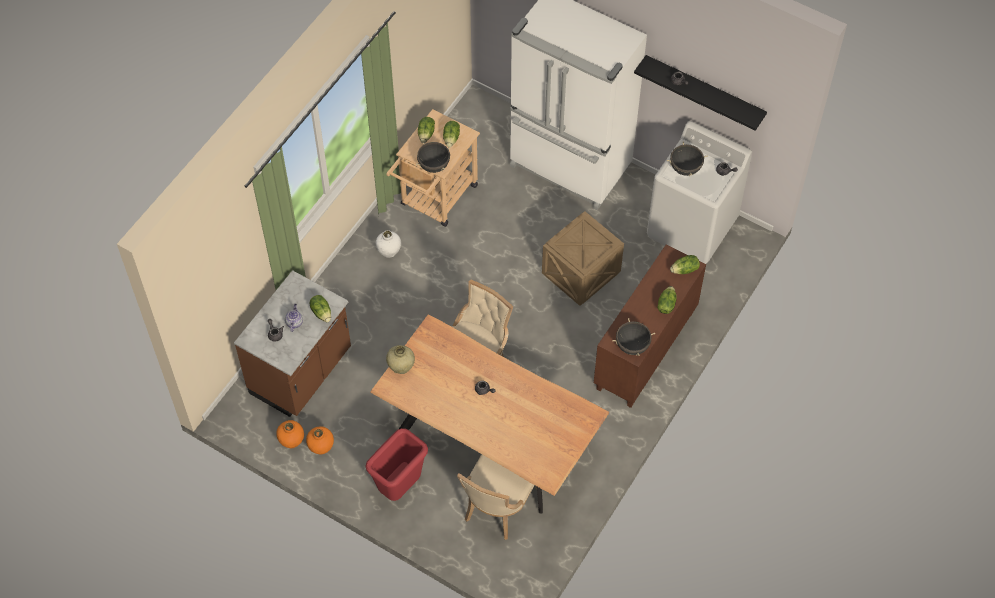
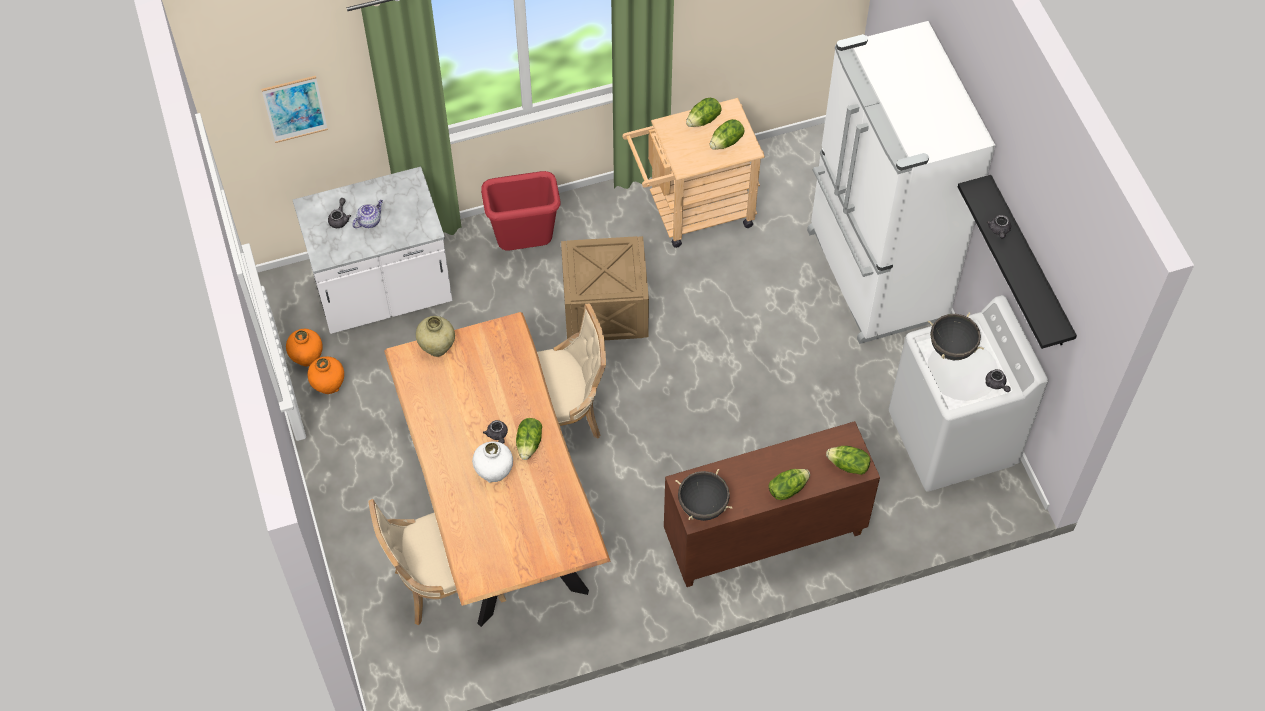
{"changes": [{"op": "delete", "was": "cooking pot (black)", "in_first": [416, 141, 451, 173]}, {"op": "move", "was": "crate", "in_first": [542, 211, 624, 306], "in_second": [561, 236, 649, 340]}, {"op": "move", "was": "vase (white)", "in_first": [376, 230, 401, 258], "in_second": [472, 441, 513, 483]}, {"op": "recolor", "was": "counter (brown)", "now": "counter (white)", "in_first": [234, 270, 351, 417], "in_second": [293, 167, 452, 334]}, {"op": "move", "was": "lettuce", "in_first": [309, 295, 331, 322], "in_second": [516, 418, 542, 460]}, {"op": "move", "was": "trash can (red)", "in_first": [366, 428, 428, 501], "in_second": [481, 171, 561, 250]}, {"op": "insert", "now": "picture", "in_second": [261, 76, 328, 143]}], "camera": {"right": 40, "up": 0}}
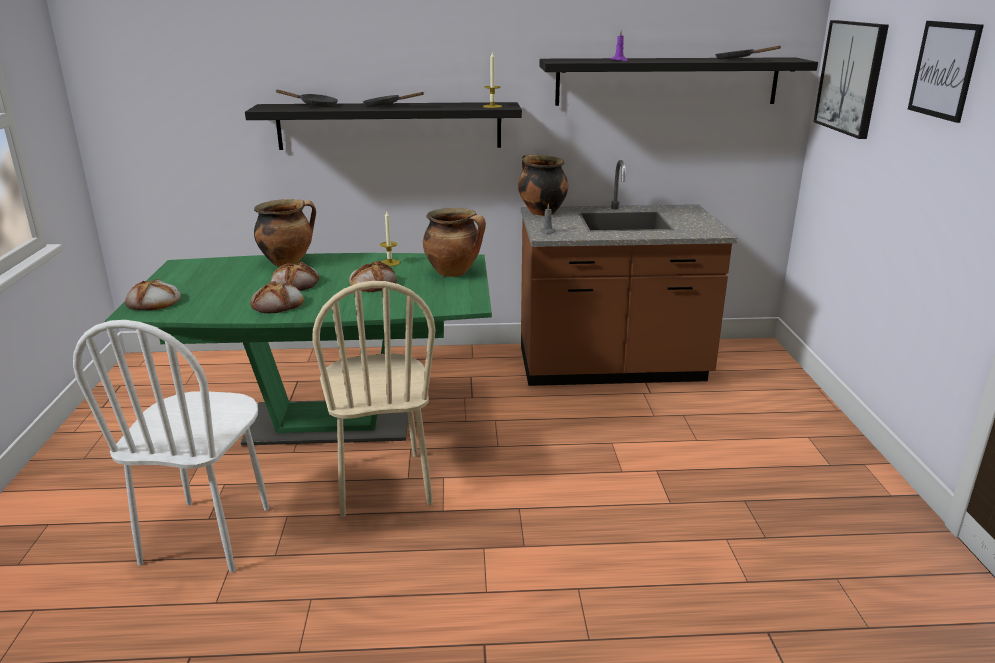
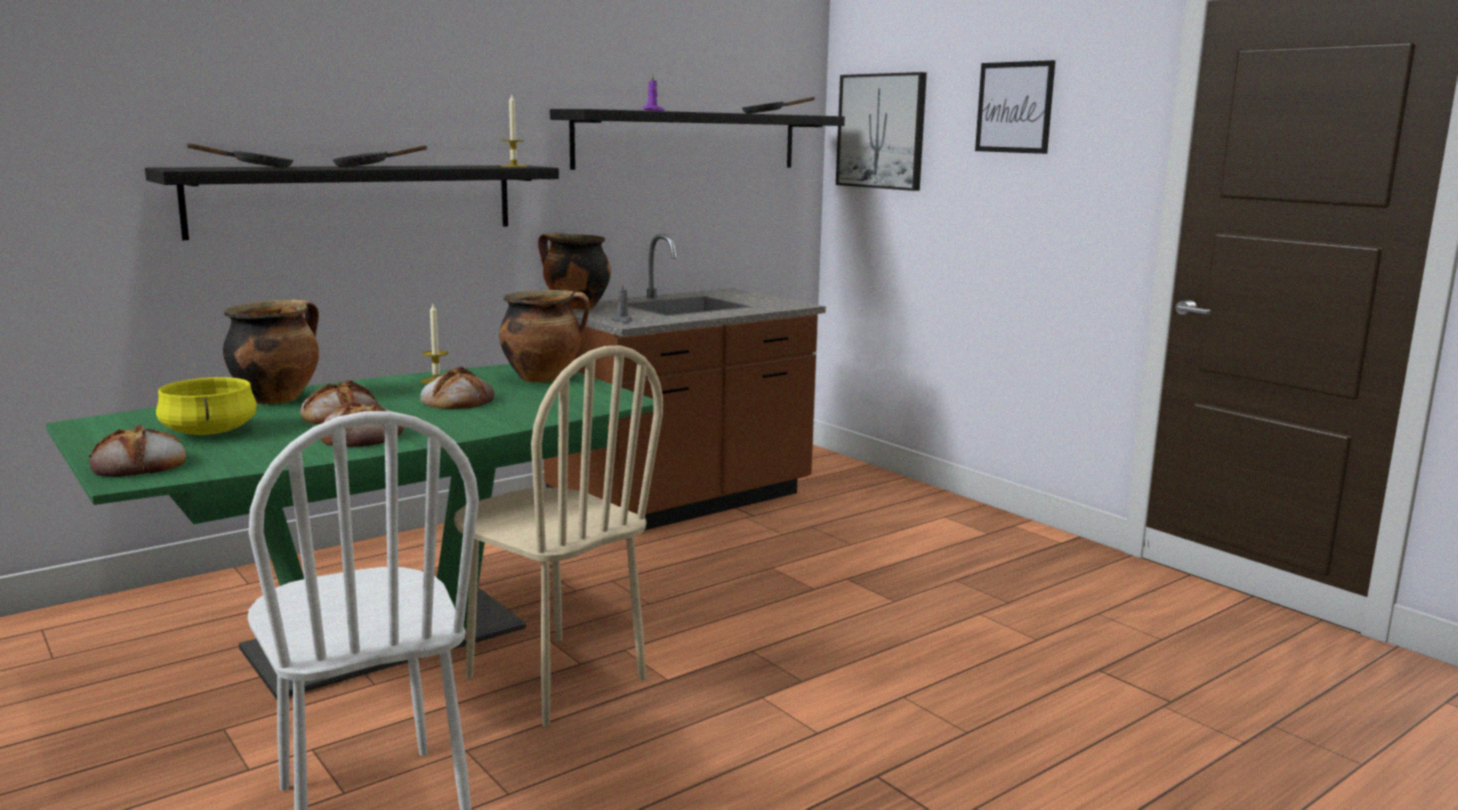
{"changes": [{"op": "insert", "now": "cooking pot (yellow)", "in_second": [156, 377, 257, 435]}], "camera": {"right": -35, "up": -10}}
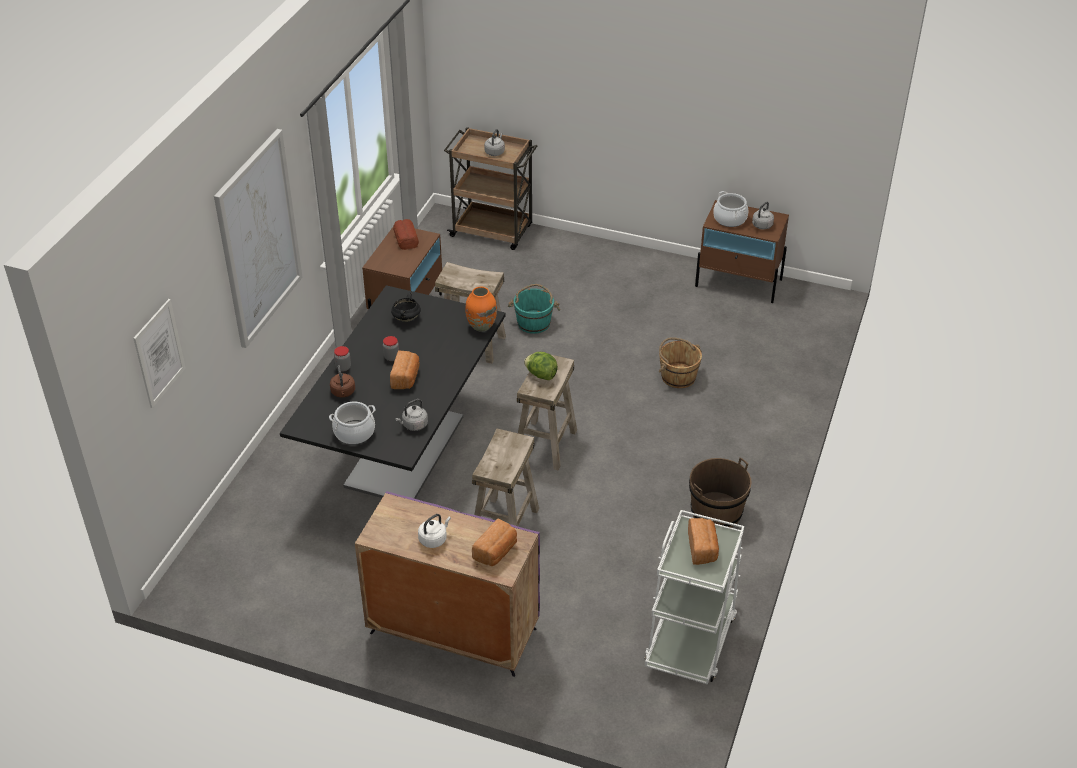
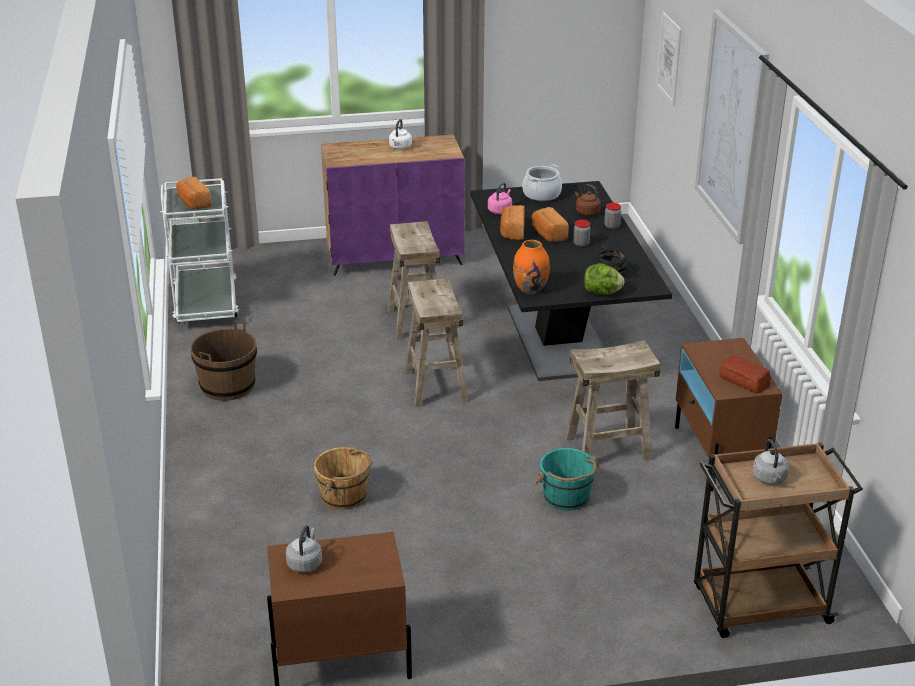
{"changes": [{"op": "delete", "was": "cooking pot", "in_first": [713, 191, 748, 227]}, {"op": "move", "was": "lettuce", "in_first": [524, 352, 558, 380], "in_second": [584, 264, 625, 295]}, {"op": "recolor", "was": "kettle (grey)", "now": "kettle (pink)", "in_first": [395, 399, 428, 431], "in_second": [488, 182, 512, 214]}, {"op": "move", "was": "bread", "in_first": [472, 518, 517, 566], "in_second": [500, 205, 525, 240]}], "camera": {"right": 150, "up": -10}}
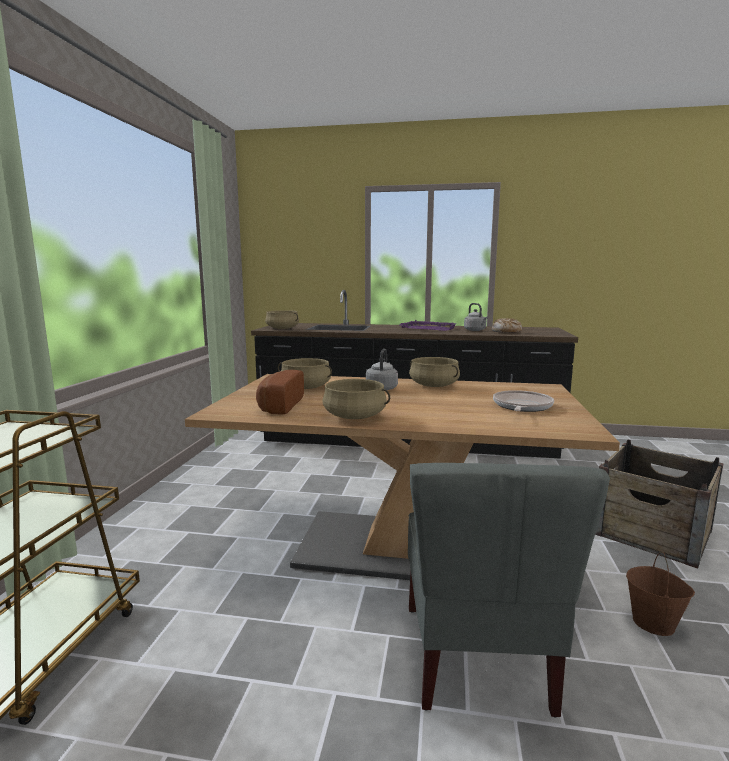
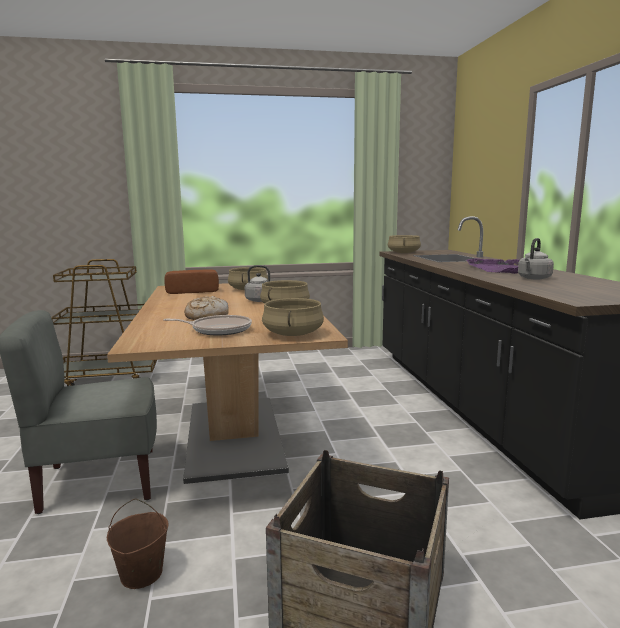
{"changes": [{"op": "move", "was": "bread", "in_first": [492, 318, 522, 333], "in_second": [184, 296, 229, 320]}, {"op": "move", "was": "cooking pot (beige)", "in_first": [322, 379, 390, 419], "in_second": [262, 298, 324, 336]}], "camera": {"right": 70, "up": 0}}
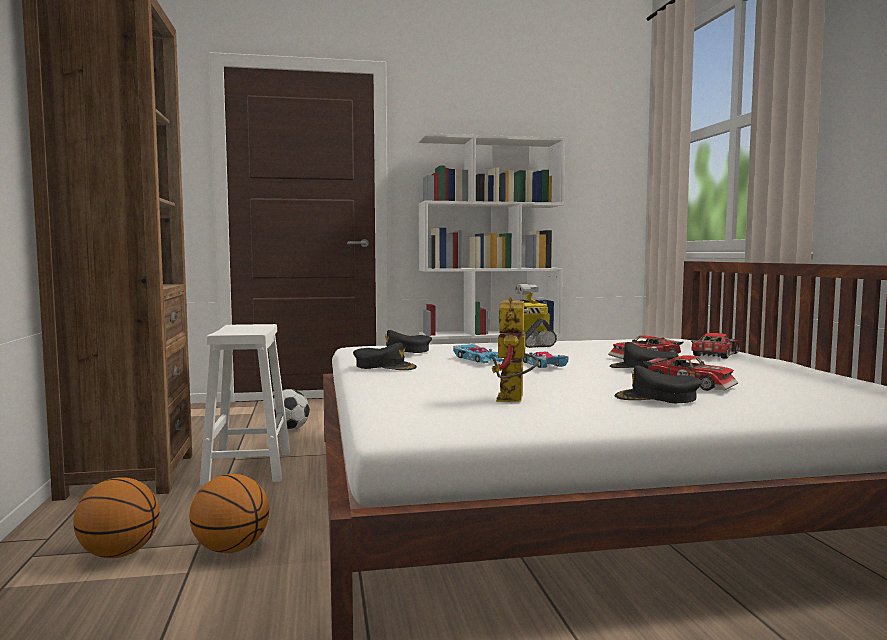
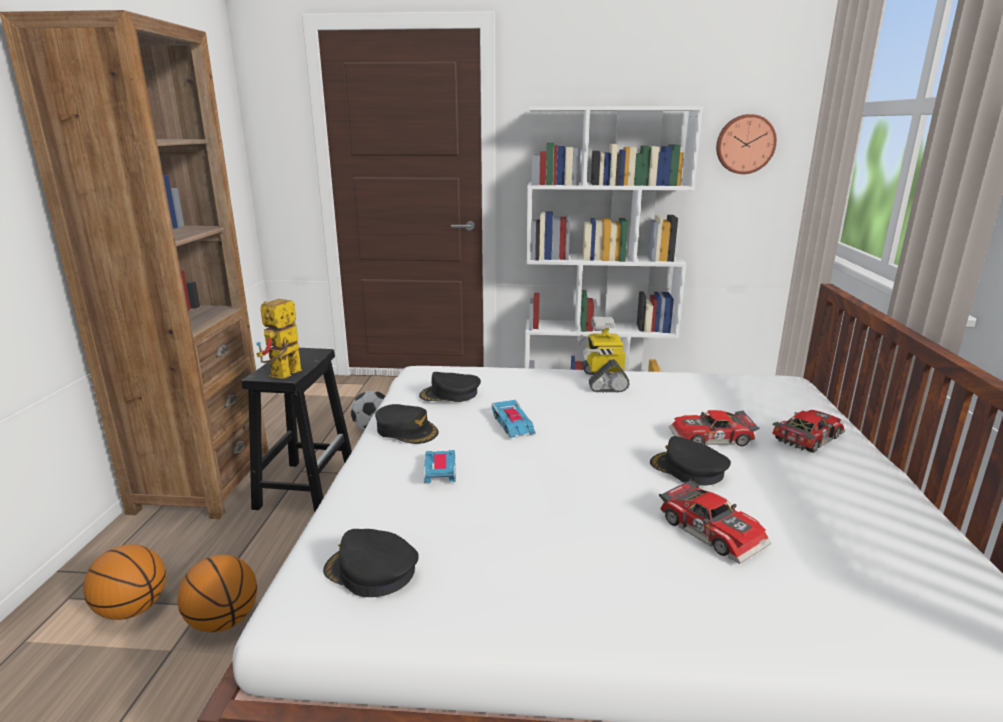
{"changes": [{"op": "move", "was": "toy robot", "in_first": [488, 297, 538, 402], "in_second": [256, 299, 302, 379]}, {"op": "recolor", "was": "stool (white)", "now": "stool (black)", "in_first": [200, 324, 290, 485], "in_second": [241, 348, 352, 513]}, {"op": "move", "was": "toy car", "in_first": [523, 352, 569, 368], "in_second": [424, 450, 456, 483]}, {"op": "move", "was": "cap (black)", "in_first": [615, 365, 702, 403], "in_second": [323, 529, 419, 597]}, {"op": "insert", "now": "wall clock", "in_second": [716, 114, 777, 174]}], "camera": {"right": 15, "up": 15}}
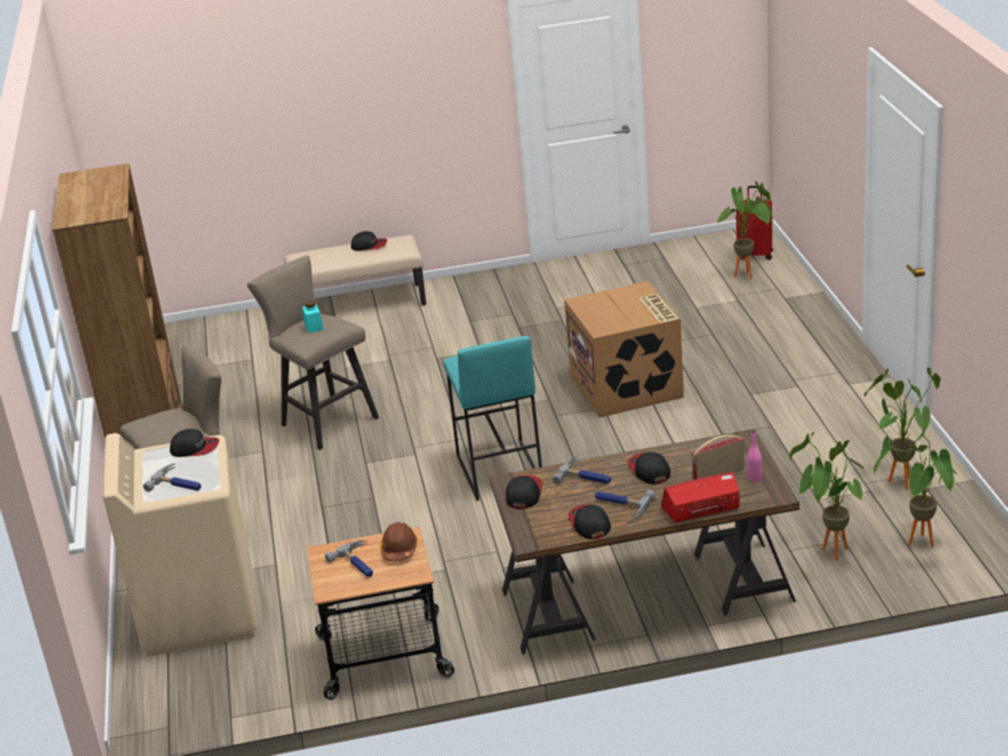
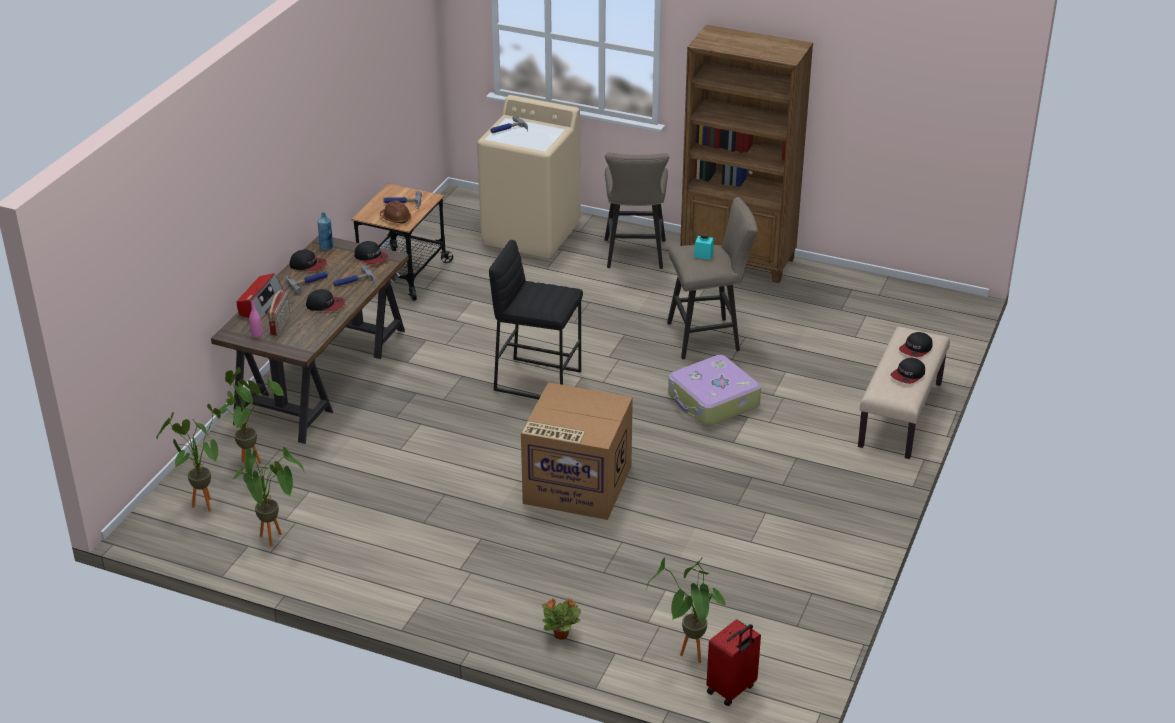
{"changes": [{"op": "recolor", "was": "stool (turquoise)", "now": "stool (black)", "in_first": [443, 336, 542, 501], "in_second": [489, 240, 583, 399]}, {"op": "move", "was": "cap", "in_first": [170, 429, 219, 457], "in_second": [899, 332, 933, 357]}, {"op": "insert", "now": "bottle (blue)", "in_second": [317, 212, 333, 251]}, {"op": "insert", "now": "suitcase", "in_second": [668, 355, 761, 426]}, {"op": "insert", "now": "potted plant", "in_second": [542, 598, 581, 640]}], "camera": {"right": 120, "up": 5}}
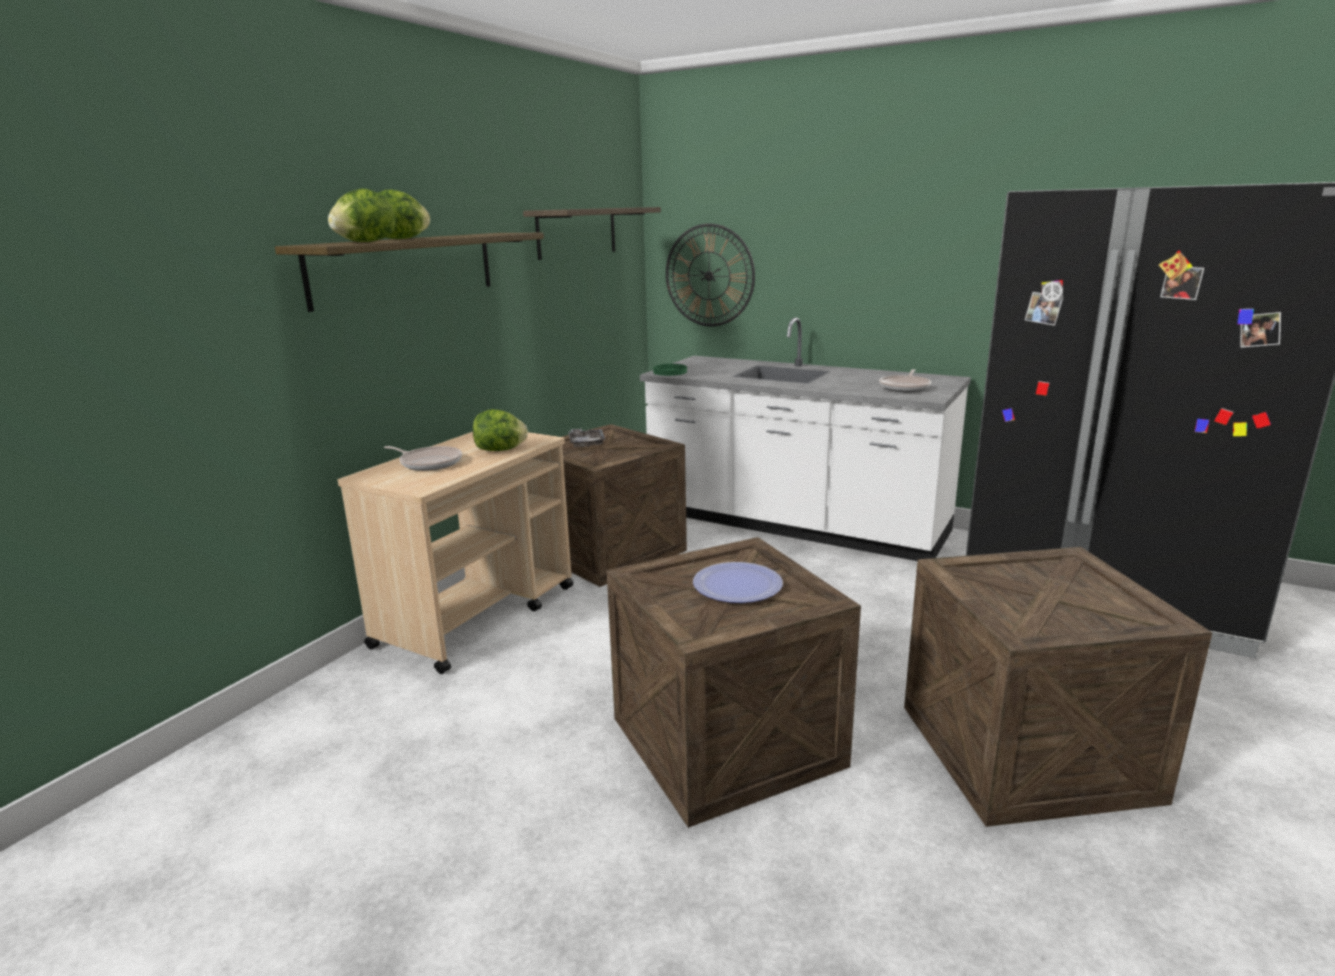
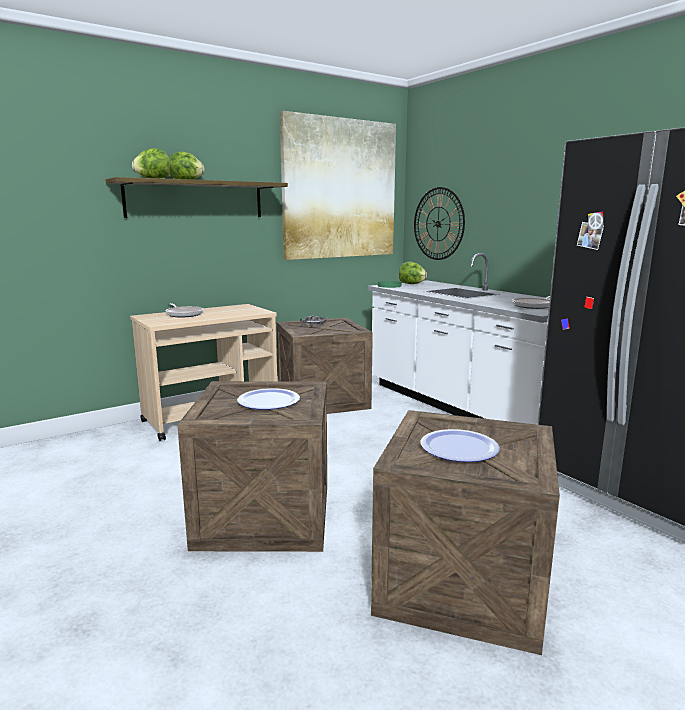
{"changes": [{"op": "replace", "was": "shelf", "now": "picture", "in_first": [523, 207, 661, 260], "in_second": [280, 111, 396, 260]}, {"op": "move", "was": "lettuce", "in_first": [473, 409, 528, 451], "in_second": [399, 262, 427, 284]}, {"op": "insert", "now": "plate", "in_second": [420, 429, 500, 462]}], "camera": {"right": 25, "up": -5}}
